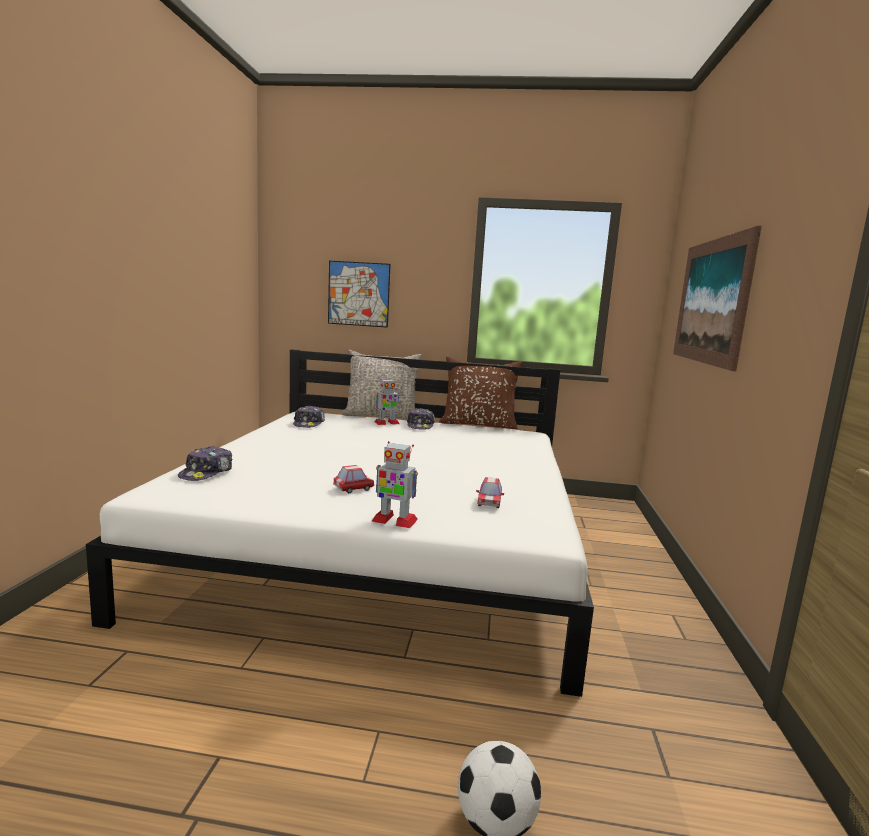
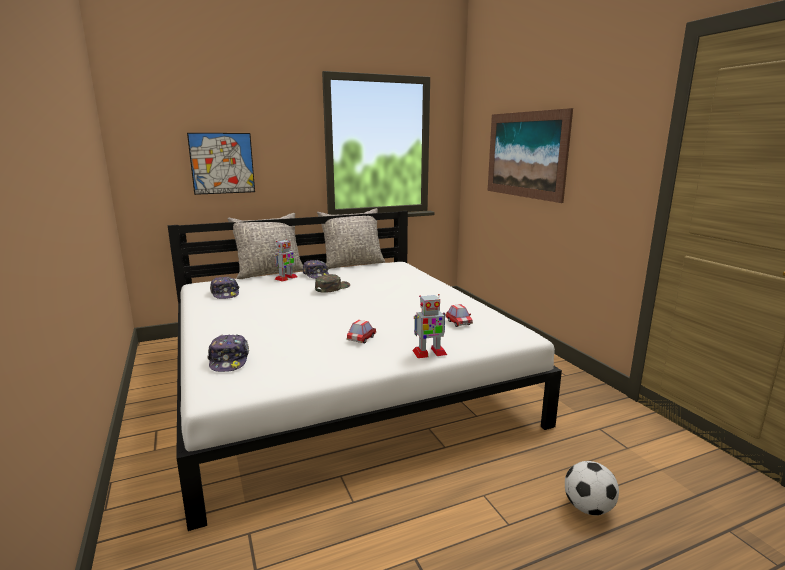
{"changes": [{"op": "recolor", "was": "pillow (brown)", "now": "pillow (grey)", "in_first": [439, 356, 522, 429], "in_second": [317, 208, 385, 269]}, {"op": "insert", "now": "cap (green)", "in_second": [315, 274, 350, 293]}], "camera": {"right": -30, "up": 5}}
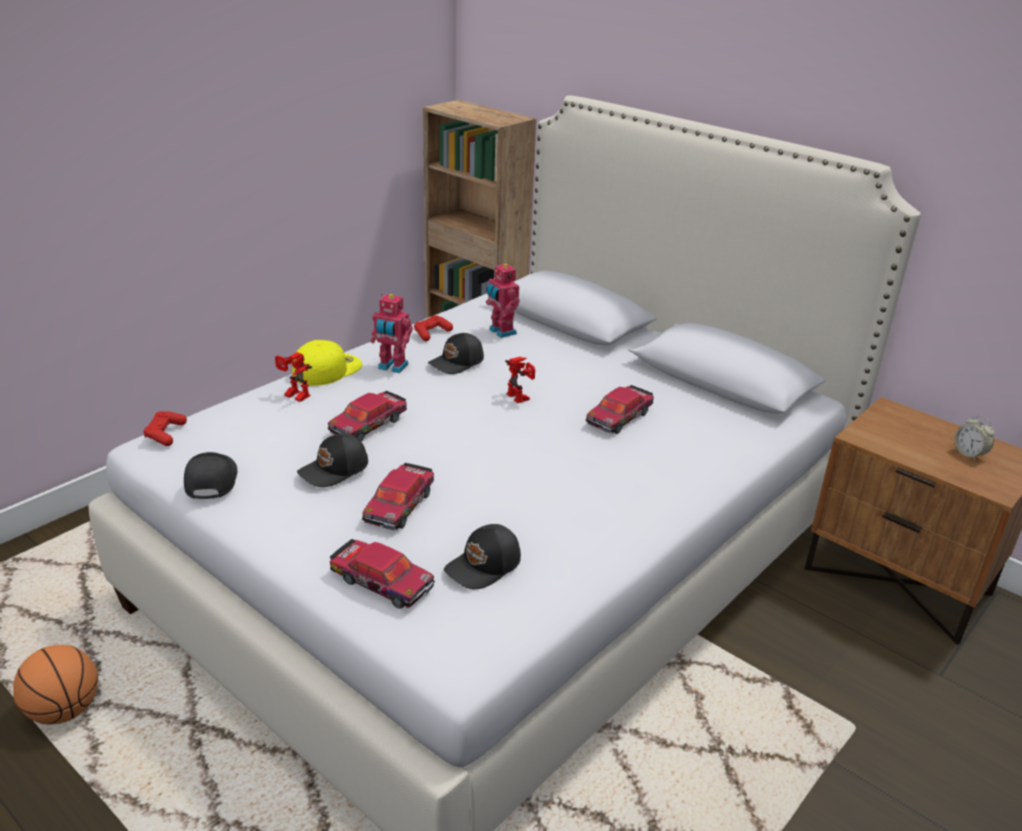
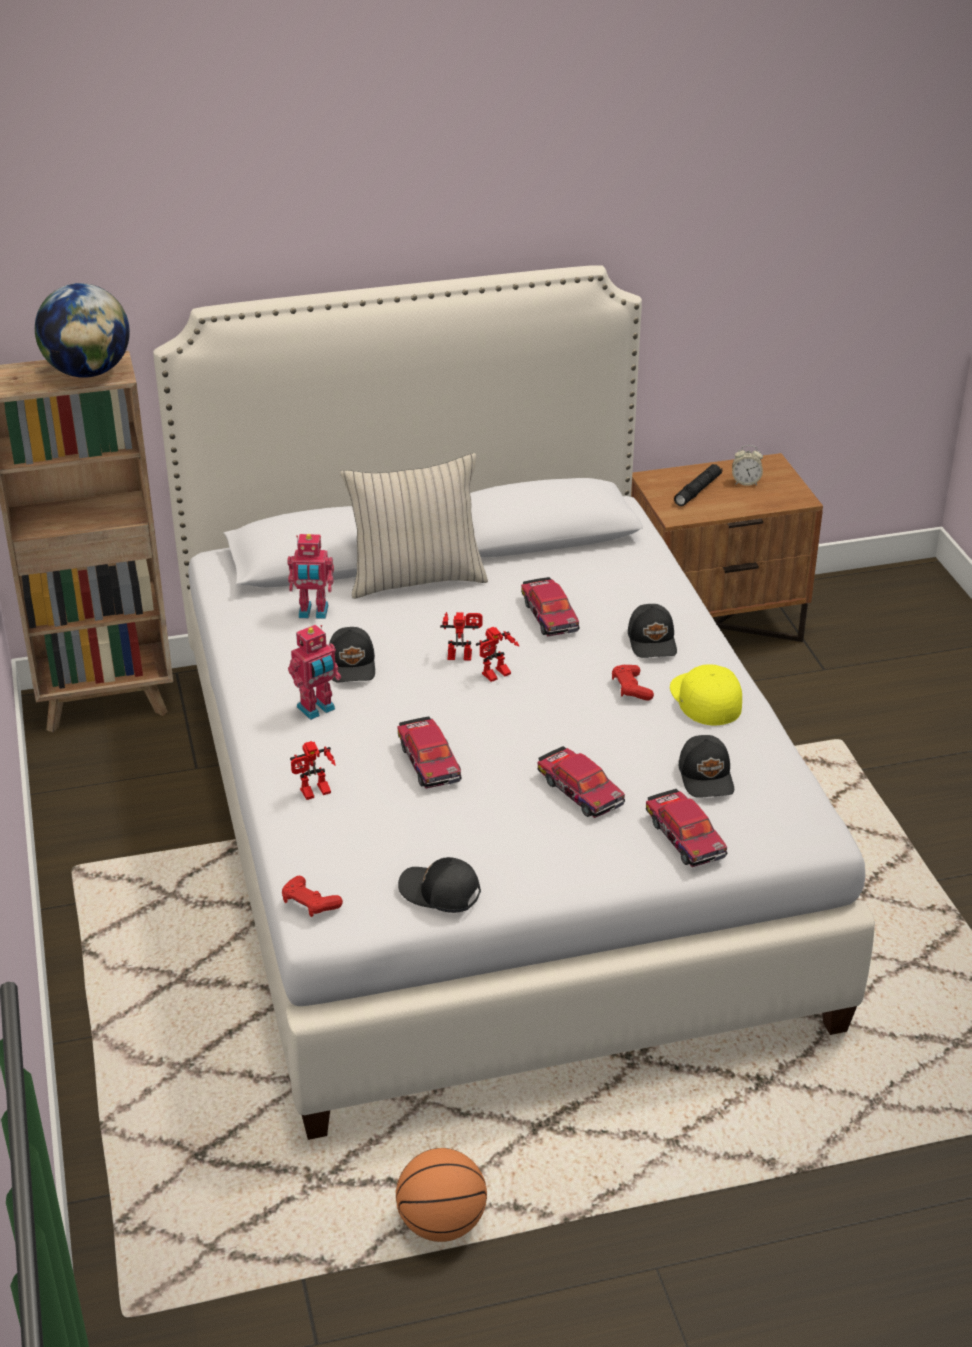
{"changes": [{"op": "move", "was": "game controller (red)", "in_first": [414, 315, 453, 341], "in_second": [612, 665, 654, 701]}, {"op": "move", "was": "cap (yellow)", "in_first": [292, 340, 362, 386], "in_second": [670, 664, 742, 726]}, {"op": "move", "was": "cap (black)", "in_first": [297, 433, 368, 487], "in_second": [628, 604, 677, 658]}, {"op": "rotate", "was": "toy car", "in_first": [330, 539, 435, 609], "in_second": [646, 789, 727, 867], "clockwise": 90}, {"op": "insert", "now": "globe", "in_second": [35, 283, 130, 378]}, {"op": "insert", "now": "pillow (beige)", "in_second": [340, 453, 488, 599]}, {"op": "insert", "now": "flashlight (black)", "in_second": [674, 464, 723, 506]}, {"op": "insert", "now": "toy robot", "in_second": [476, 627, 519, 682]}], "camera": {"right": -55, "up": 5}}
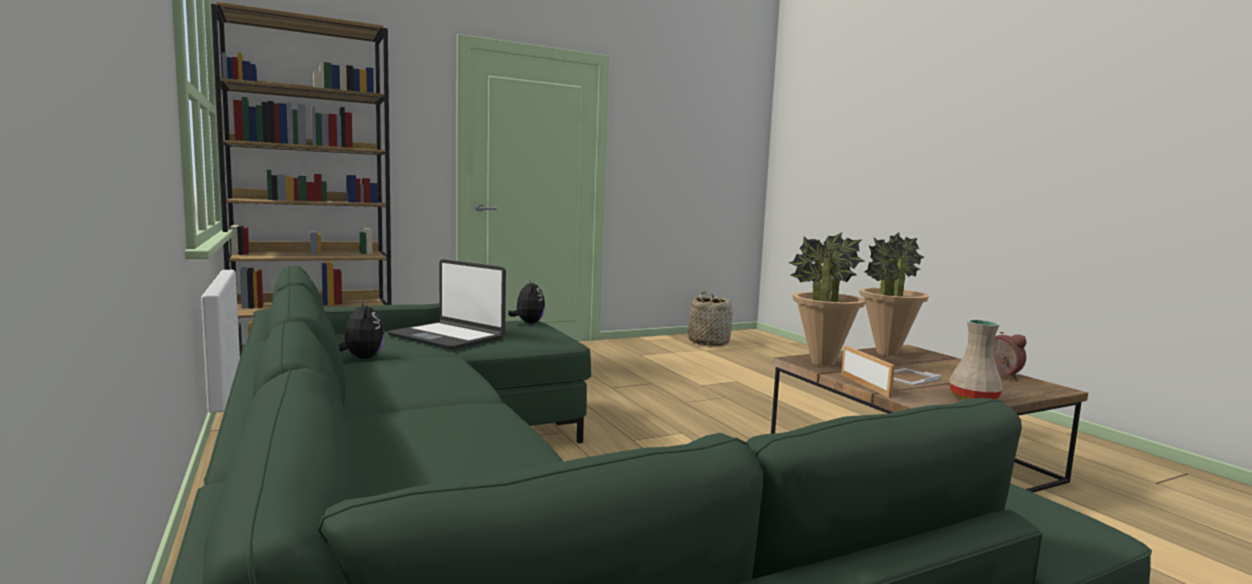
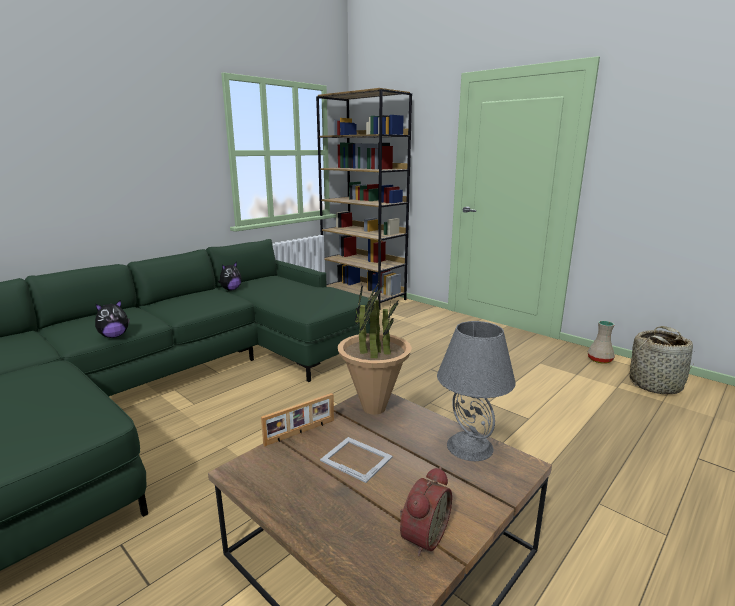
{"changes": [{"op": "replace", "was": "potted plant", "now": "table lamp (grey)", "in_first": [859, 232, 930, 356], "in_second": [437, 321, 516, 461]}, {"op": "delete", "was": "laptop", "in_first": [387, 259, 506, 350]}, {"op": "move", "was": "plush toy", "in_first": [508, 279, 545, 323], "in_second": [95, 300, 130, 338]}, {"op": "move", "was": "vase (beige)", "in_first": [949, 320, 1003, 400], "in_second": [588, 321, 615, 364]}], "camera": {"right": 70, "up": 10}}
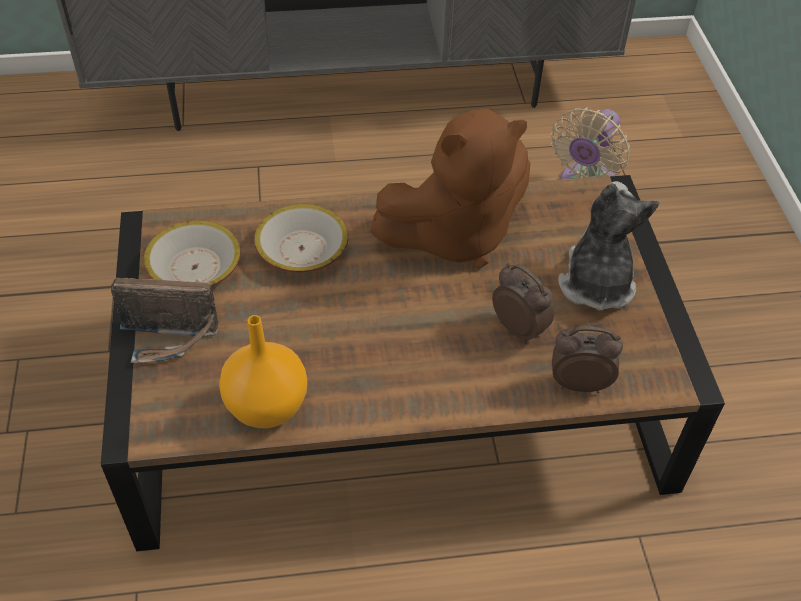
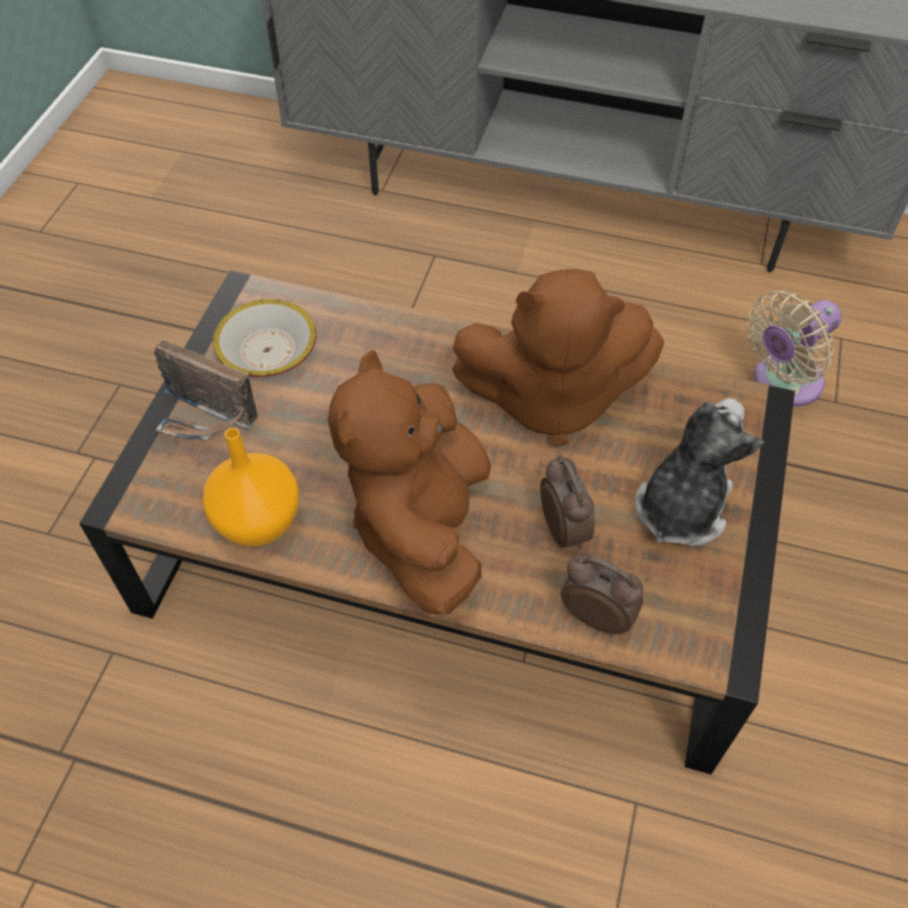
{"changes": [{"op": "delete", "was": "bowl", "in_first": [254, 204, 348, 273]}, {"op": "insert", "now": "plush toy (brown)", "in_second": [328, 350, 491, 614]}], "camera": {"right": 25, "up": 5}}
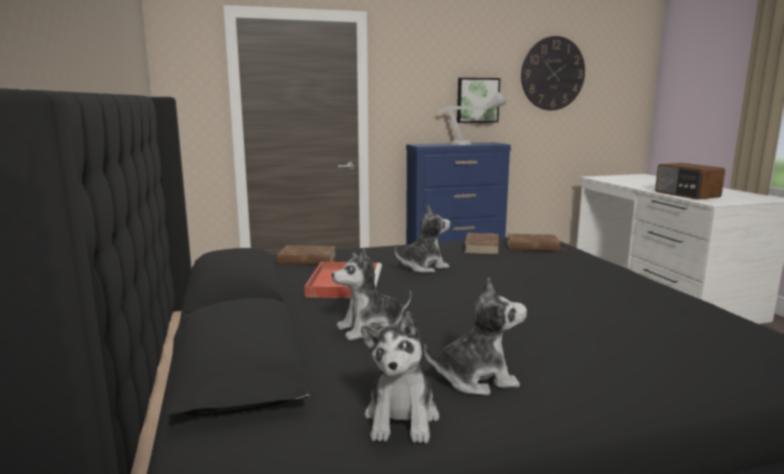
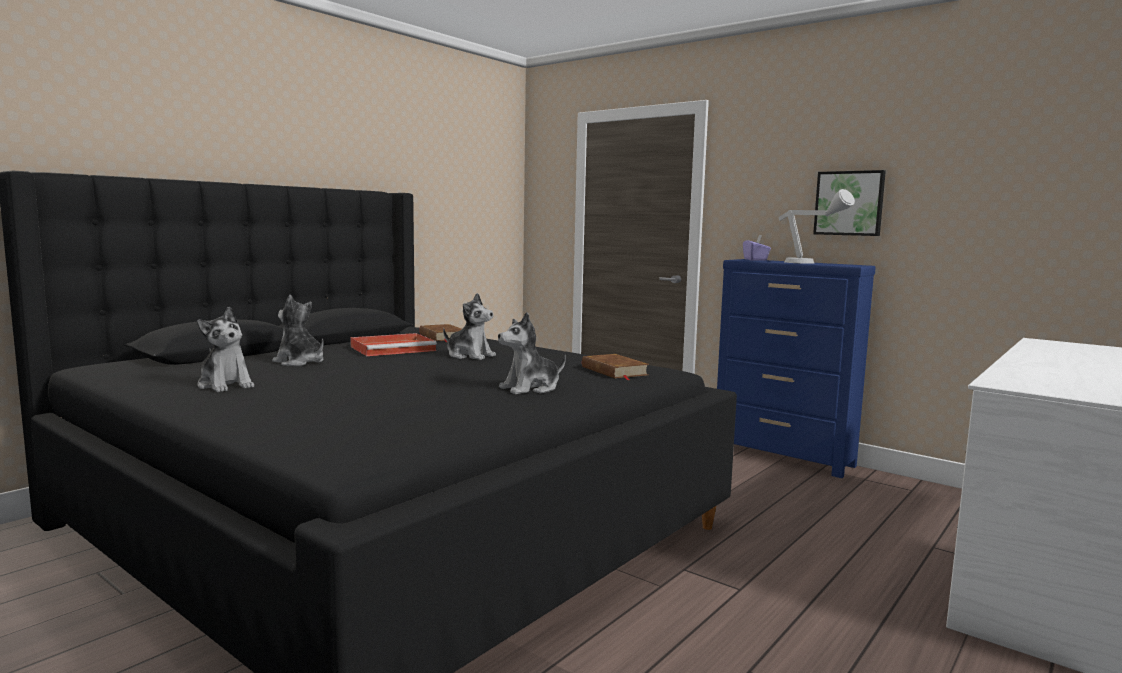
{"changes": [{"op": "delete", "was": "wall clock", "in_first": [521, 36, 585, 110]}, {"op": "delete", "was": "radio", "in_first": [655, 163, 725, 200]}, {"op": "delete", "was": "book (brown)", "in_first": [464, 233, 499, 255]}, {"op": "move", "was": "plush toy", "in_first": [361, 311, 439, 443], "in_second": [498, 312, 566, 395]}, {"op": "insert", "now": "tissue box (purple)", "in_second": [743, 235, 771, 261]}], "camera": {"right": 55, "up": -5}}
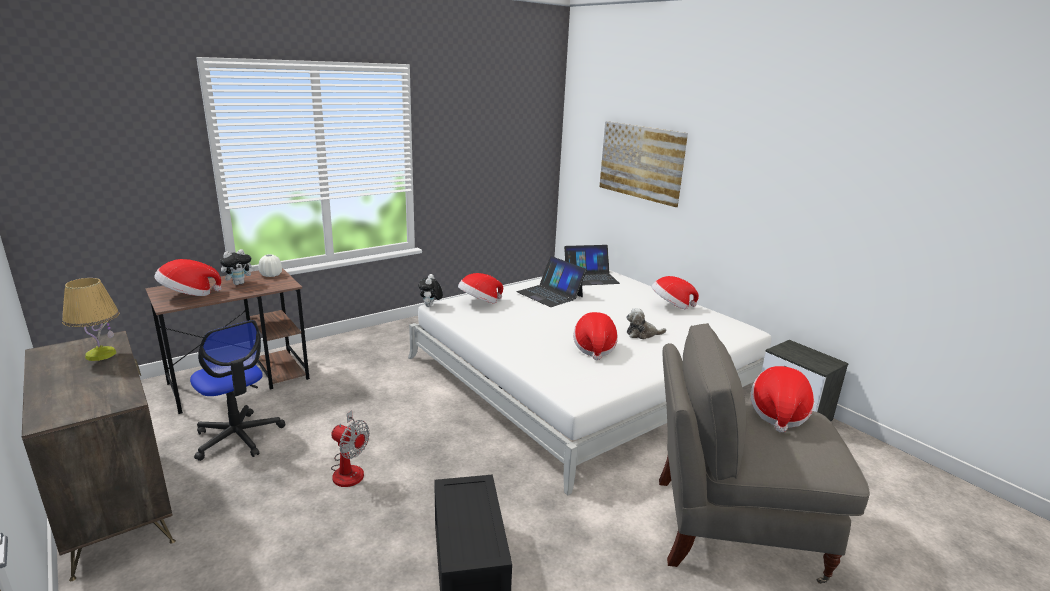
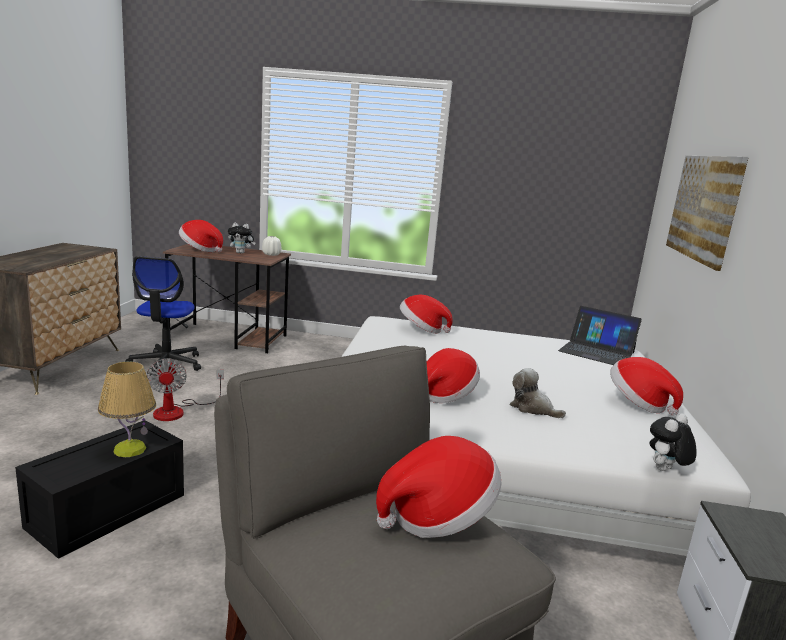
{"changes": [{"op": "delete", "was": "laptop", "in_first": [516, 256, 587, 307]}, {"op": "move", "was": "plush toy", "in_first": [418, 274, 443, 307], "in_second": [649, 413, 697, 471]}, {"op": "move", "was": "table lamp", "in_first": [62, 278, 119, 361], "in_second": [98, 362, 156, 457]}], "camera": {"right": 45, "up": -5}}
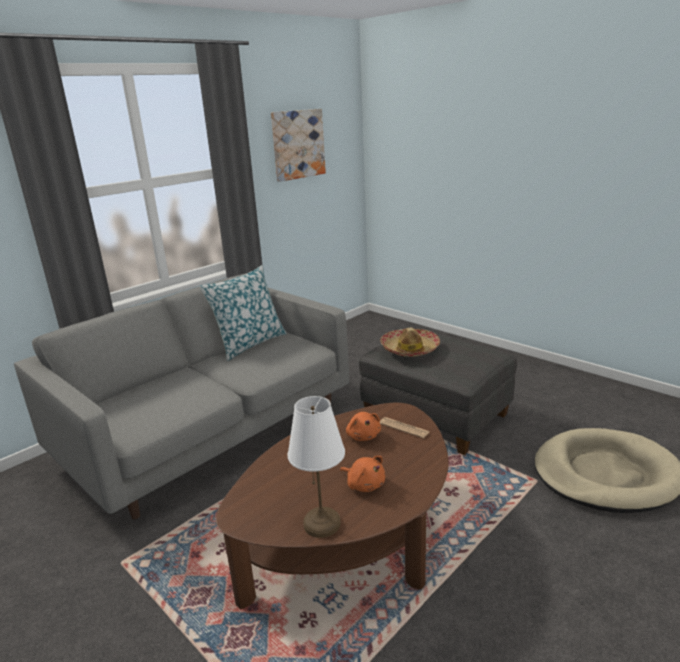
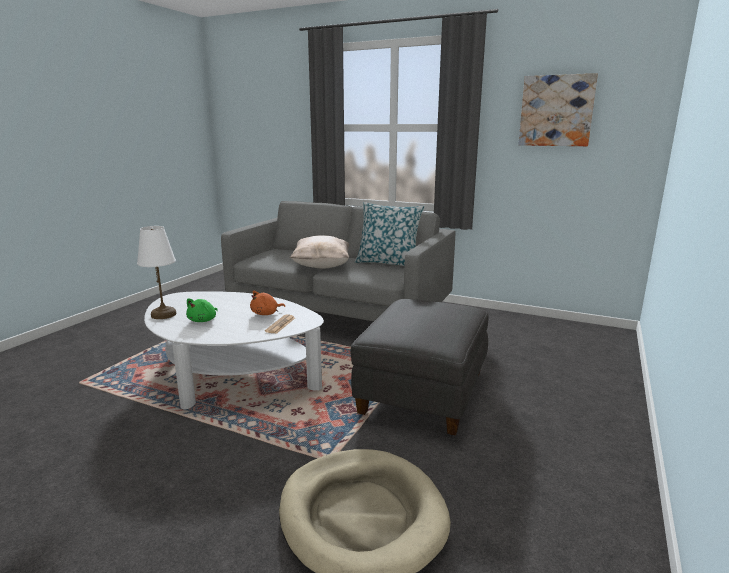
{"changes": [{"op": "delete", "was": "hat", "in_first": [380, 328, 440, 357]}, {"op": "recolor", "was": "coffee table (brown)", "now": "coffee table (white)", "in_first": [216, 403, 449, 609], "in_second": [144, 291, 324, 410]}, {"op": "recolor", "was": "plush toy (orange)", "now": "plush toy (green)", "in_first": [340, 456, 385, 492], "in_second": [186, 298, 218, 322]}, {"op": "insert", "now": "pillow (beige)", "in_second": [290, 235, 349, 269]}], "camera": {"right": 70, "up": -5}}
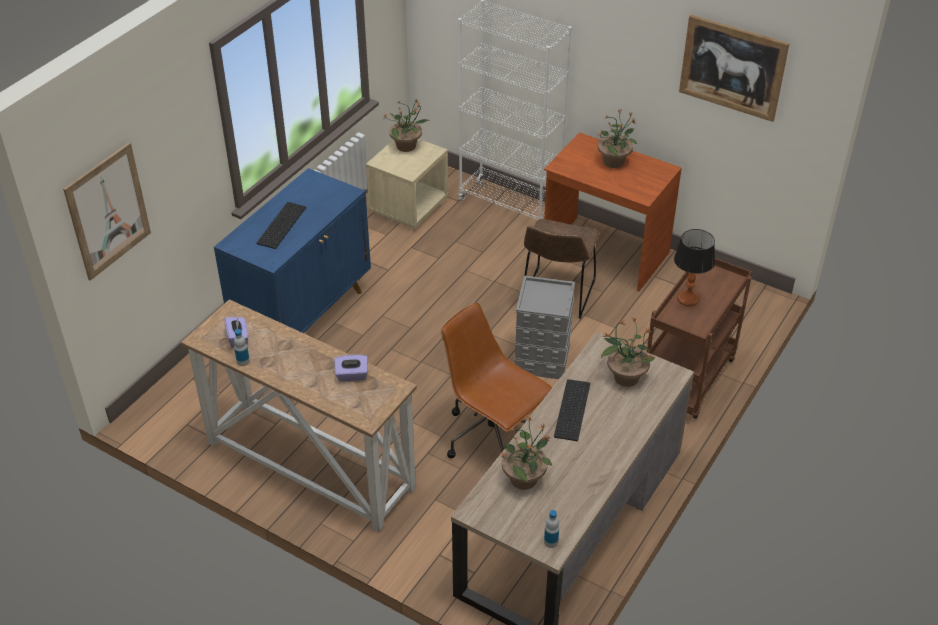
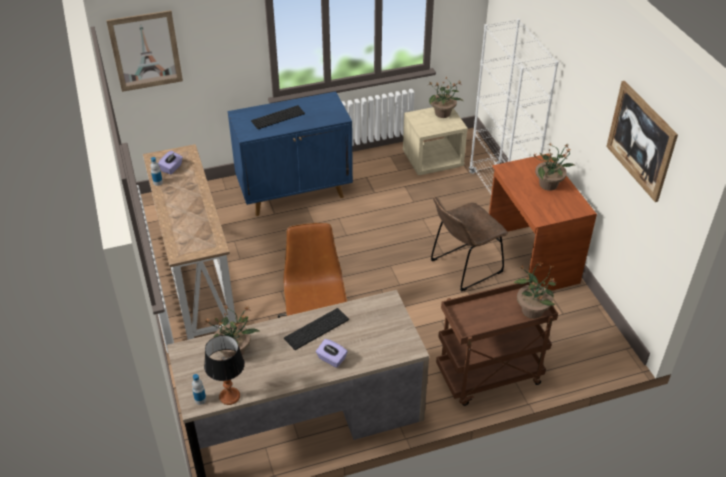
{"changes": [{"op": "move", "was": "table lamp", "in_first": [674, 229, 715, 306], "in_second": [204, 335, 245, 405]}, {"op": "delete", "was": "storage box (grey)", "in_first": [514, 276, 575, 379]}, {"op": "move", "was": "potted plant", "in_first": [601, 317, 655, 387], "in_second": [513, 261, 556, 319]}, {"op": "move", "was": "tissue box (purple)", "in_first": [334, 355, 368, 381], "in_second": [316, 339, 347, 368]}], "camera": {"right": 40, "up": 0}}
